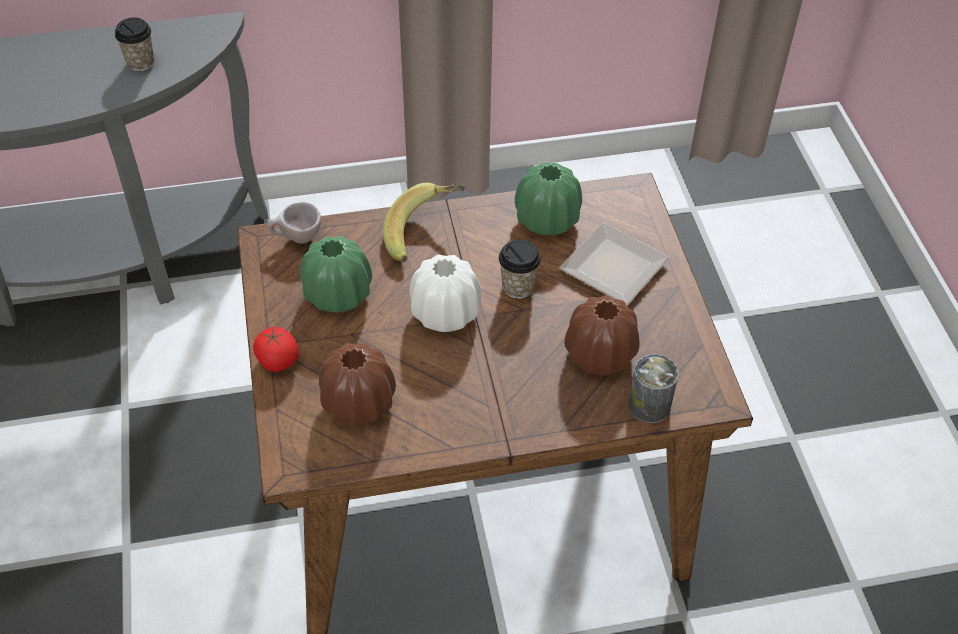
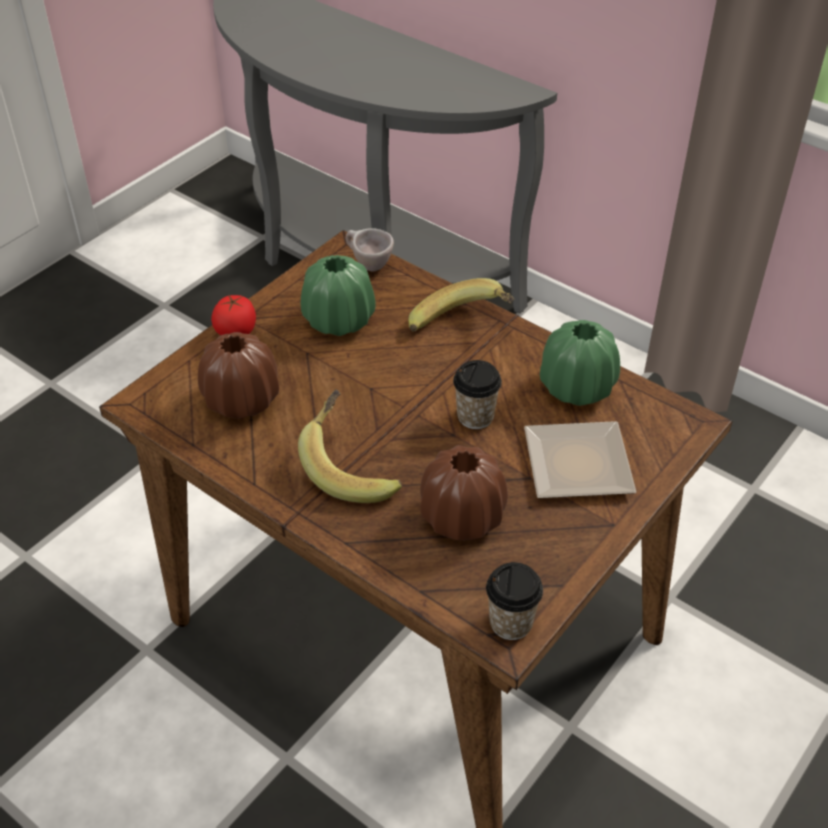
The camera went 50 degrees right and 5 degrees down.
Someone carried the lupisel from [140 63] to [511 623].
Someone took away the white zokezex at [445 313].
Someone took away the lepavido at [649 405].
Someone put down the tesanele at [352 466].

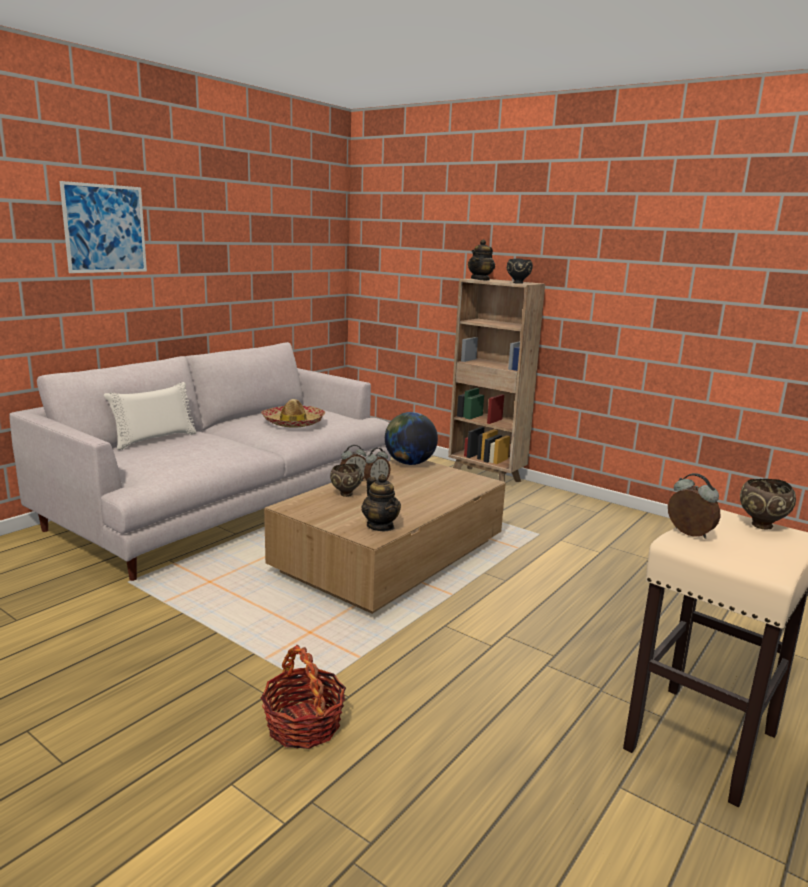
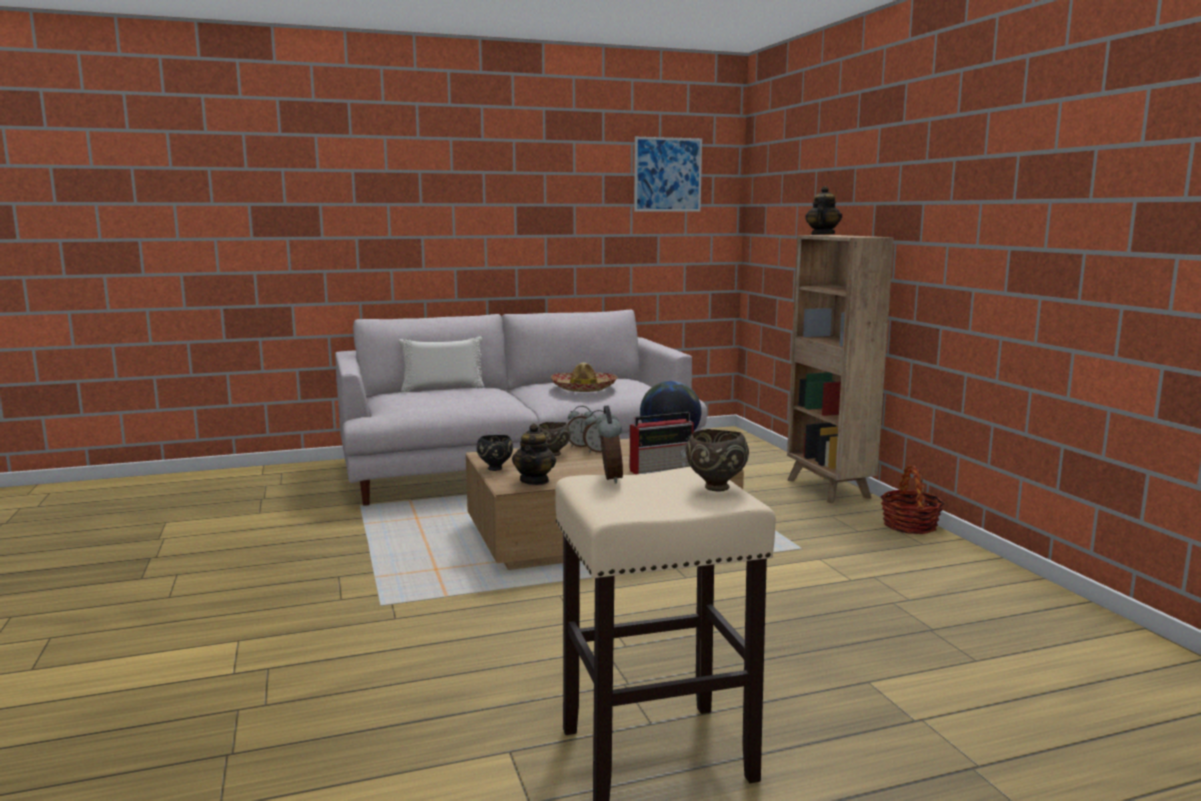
The camera went 35 degrees right and 5 degrees down.
Someone carried the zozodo from [105 229] to [667 174].
Someone rotated the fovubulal at [480 279] by 135 degrees clockwise.
Someone carried the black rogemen from [518 283] to [495 468].
Someone carried the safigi from [303 725] to [909 525].
Someone put down the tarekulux at [662 469].

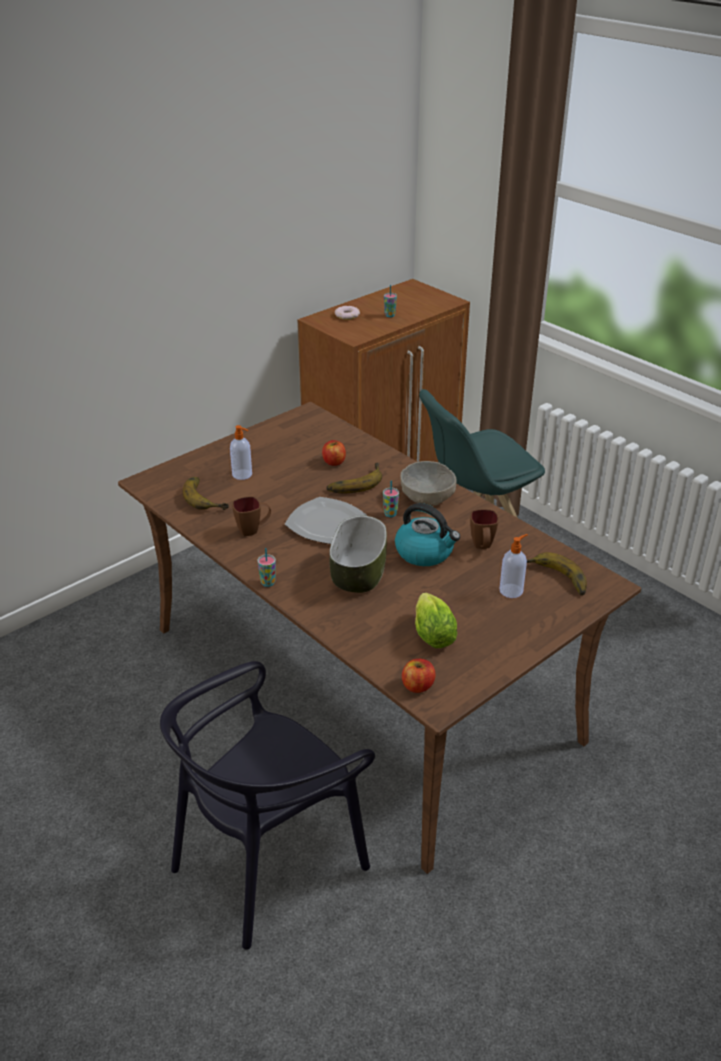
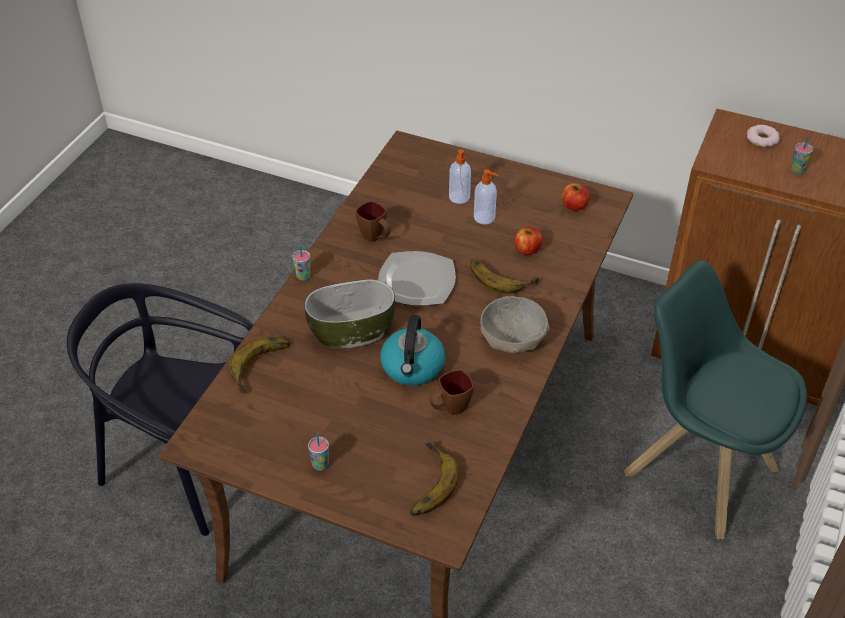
The camera went 65 degrees right and 10 degrees up.
Someone carried the tesanele from [207 496] to [263 367].
Someone carried the lupisel from [390 514] to [320 465].
Someone carried the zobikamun from [511 590] to [485 218].
Someone took away the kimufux at [432 633].
Someone carried the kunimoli from [417 686] to [574 206].

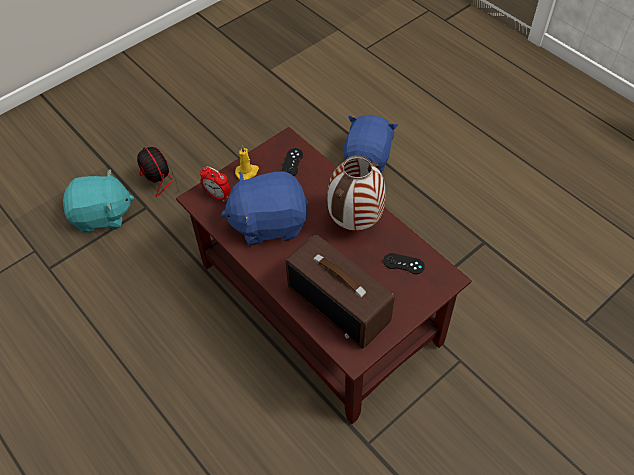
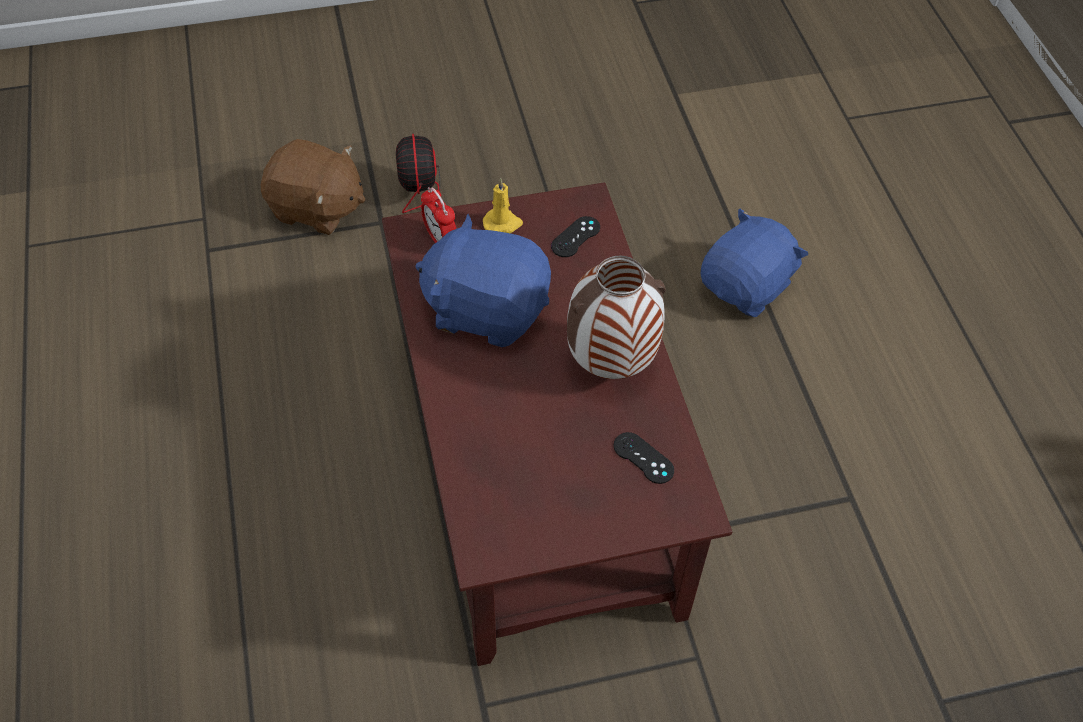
The camera went 25 degrees right and 0 degrees up.
Someone repainted the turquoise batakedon at [102 215], which became the brown batakedon at [316 209].
Someone took away the tarekulux at [340 304].

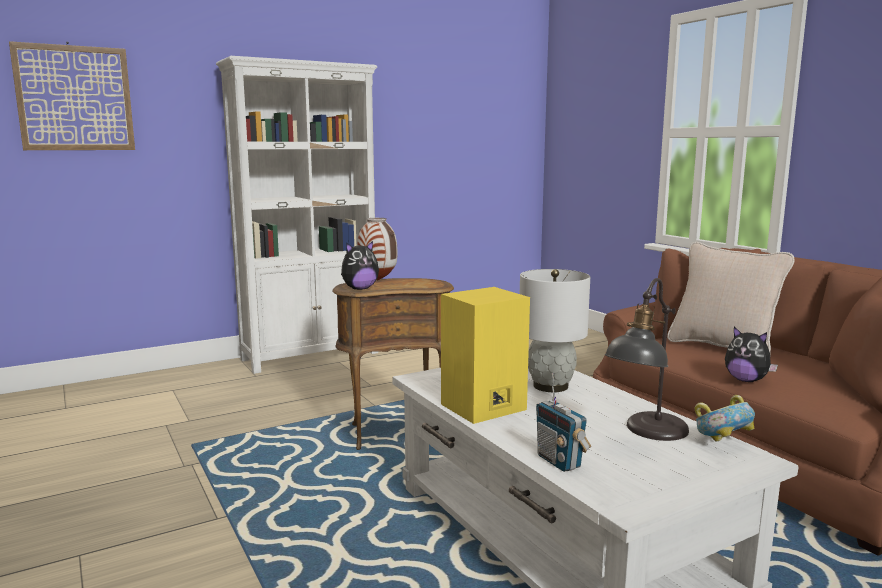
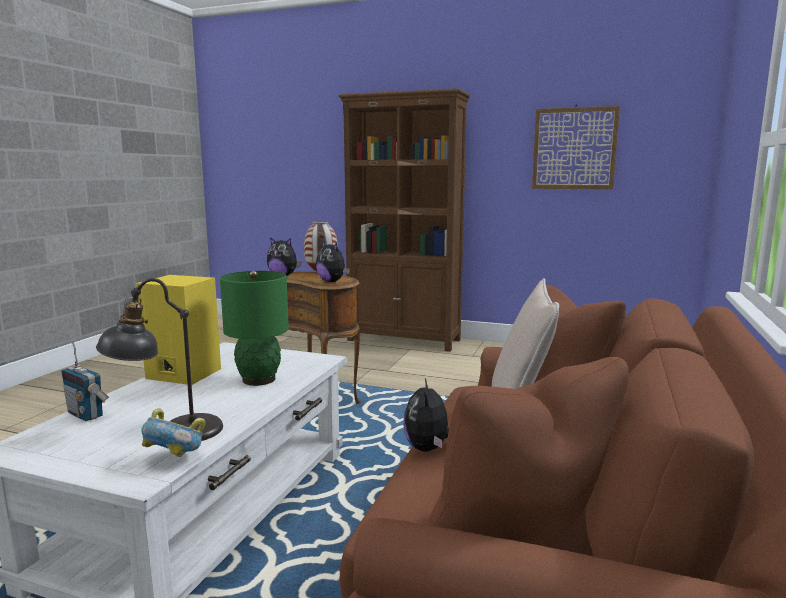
The camera went 50 degrees right and 0 degrees up.
Someone carried the zozodo from [74 96] to [574 147].
Someone repainted the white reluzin at [311 356], which became the brown reluzin at [404 340].
Someone repainted the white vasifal at [550 386], which became the green vasifal at [258 379].
Someone rotated the tarekulux at [559 461] by 75 degrees counterclockwise.
Someone put down the batakedon at [332 281].

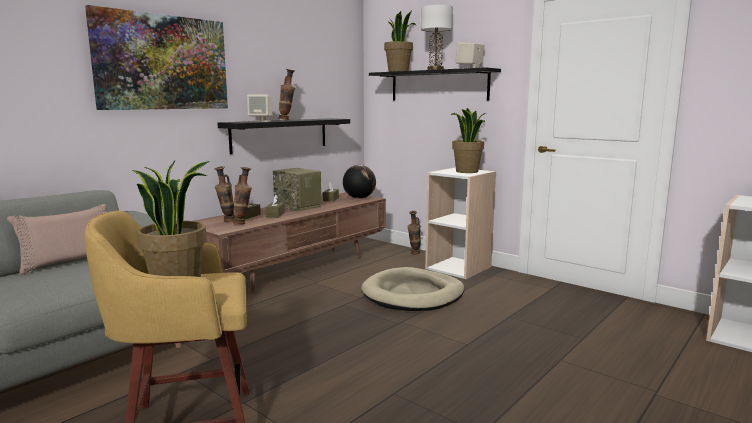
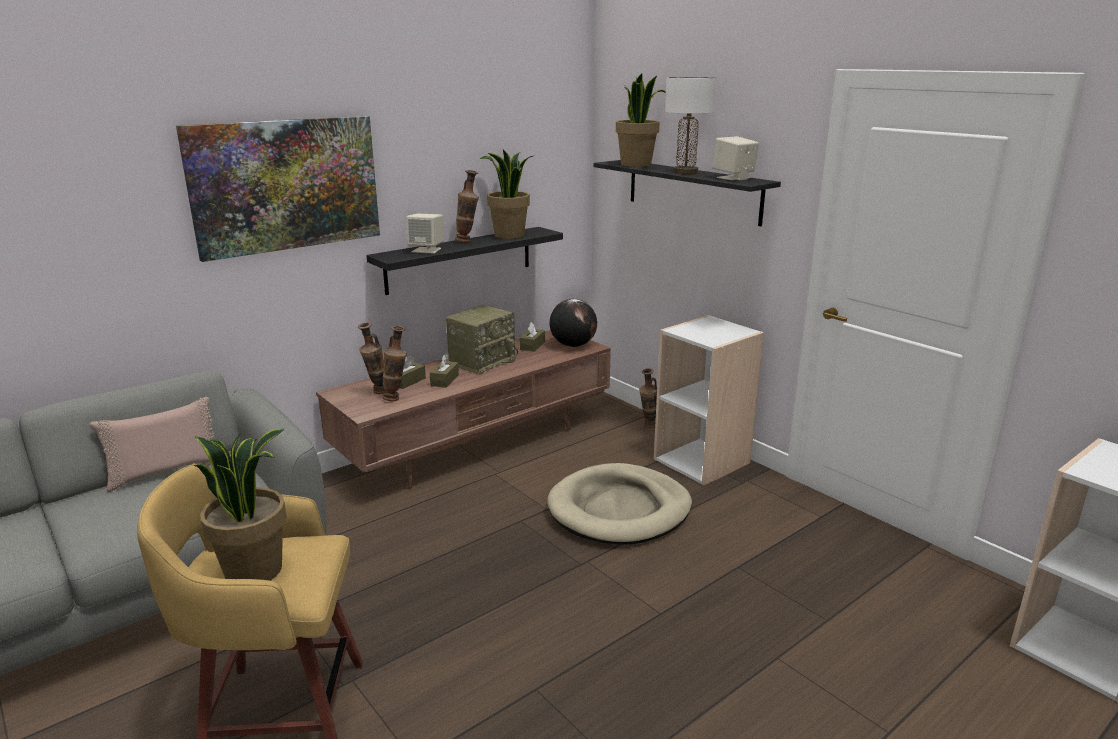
The camera went 10 degrees right and 10 degrees up.
Someone carried the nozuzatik from [467 171] to [509 235].
Someone rotated the tarekulux at [298 206] by 105 degrees counterclockwise.

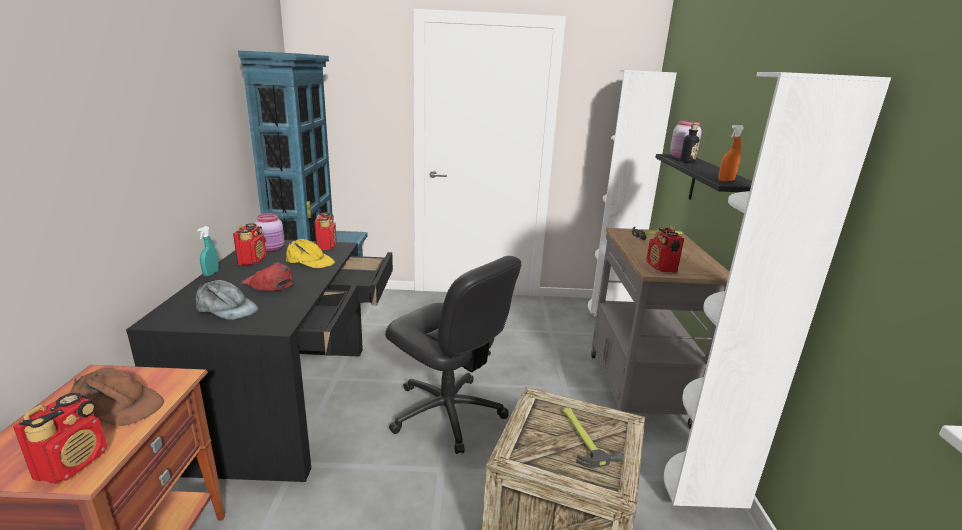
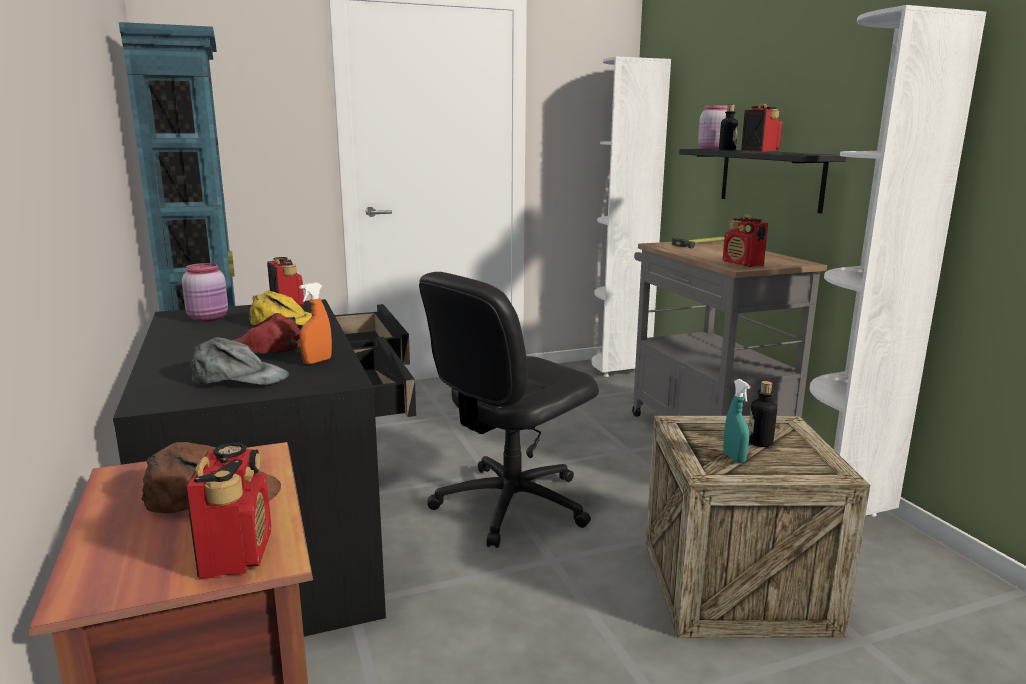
The camera went 20 degrees left and 5 degrees down.
Someone carried the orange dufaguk from [726 180] to [317 361].
Someone carried the tarekulux from [252 260] to [759 151].
Someone carried the turquoise dufaguk from [211 273] to [734 458].
Someone rotated the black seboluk at [447 413] by 120 degrees clockwise.
Someone swapped the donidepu at [582 437] for the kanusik at [760 442].

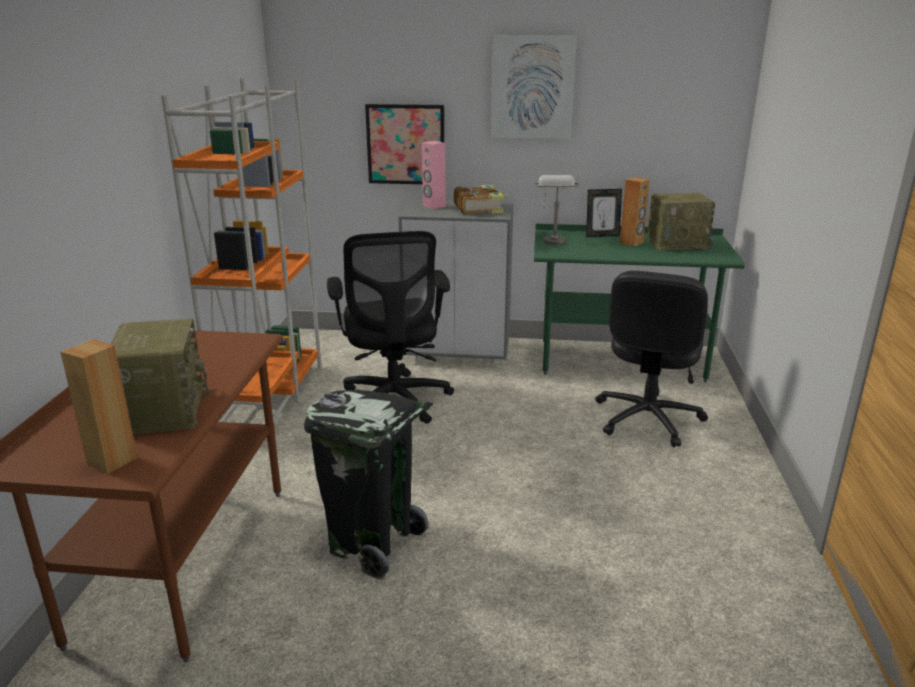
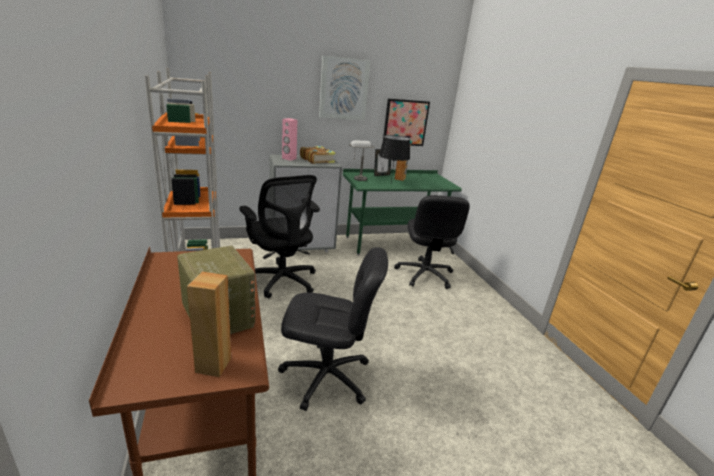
The camera went 25 degrees left and 0 degrees up.
Someone carried the zozodo from [406 144] to [405 122].
Someone took away the tarekulux at [677 244].
Someone swapped the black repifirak at [372 543] for the black seboluk at [326 377].
Someone put down the black vasifal at [390 184].

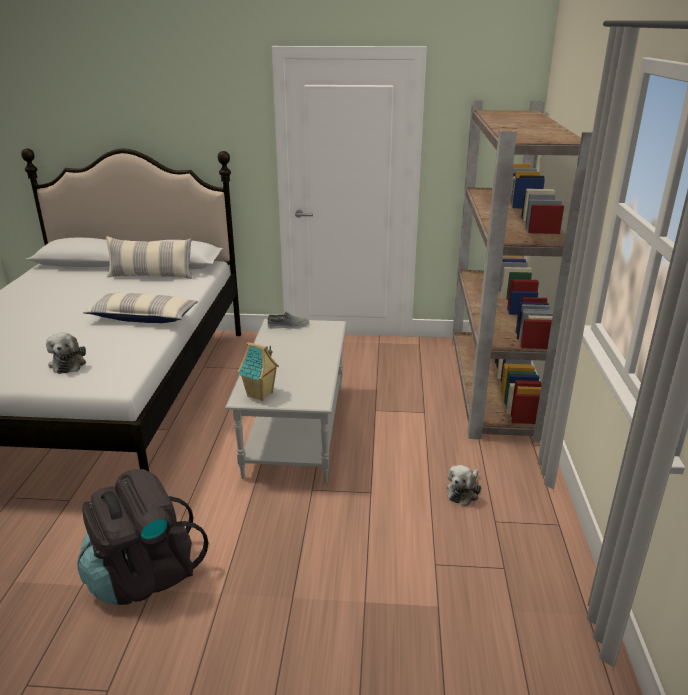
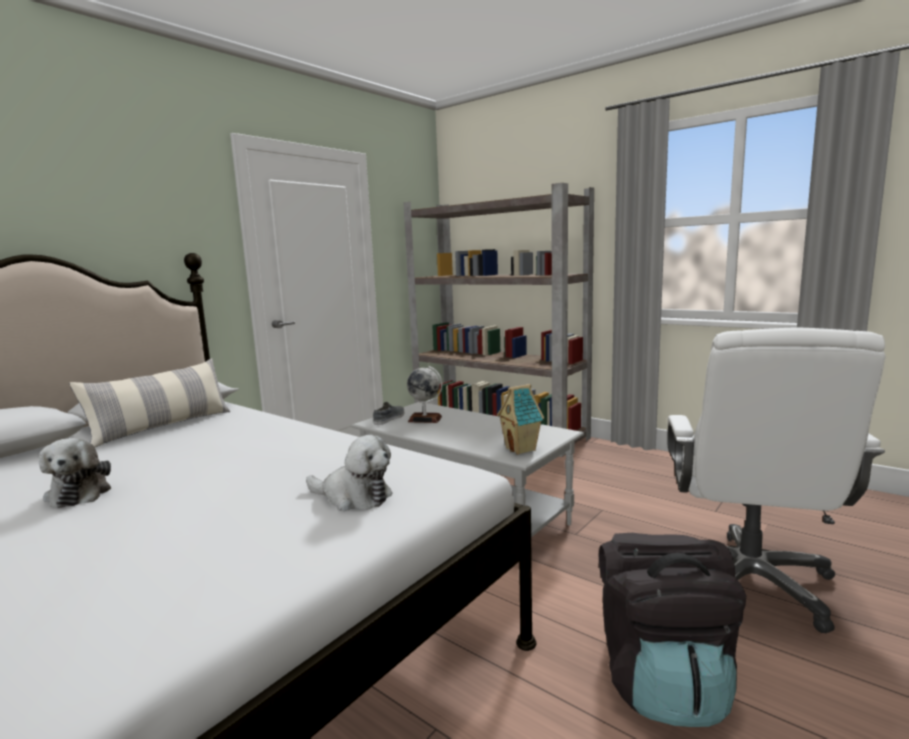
The camera went 55 degrees left and 15 degrees down.
Someone took away the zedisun at [143 317].
Someone carried the batakedon from [463 491] to [80 493].
Someone put down the white seboluk at [749 582].
Someone put down the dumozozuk at [425 419].

